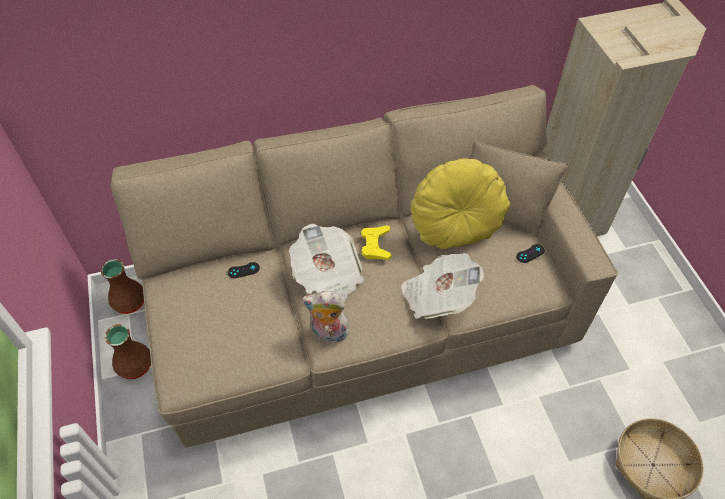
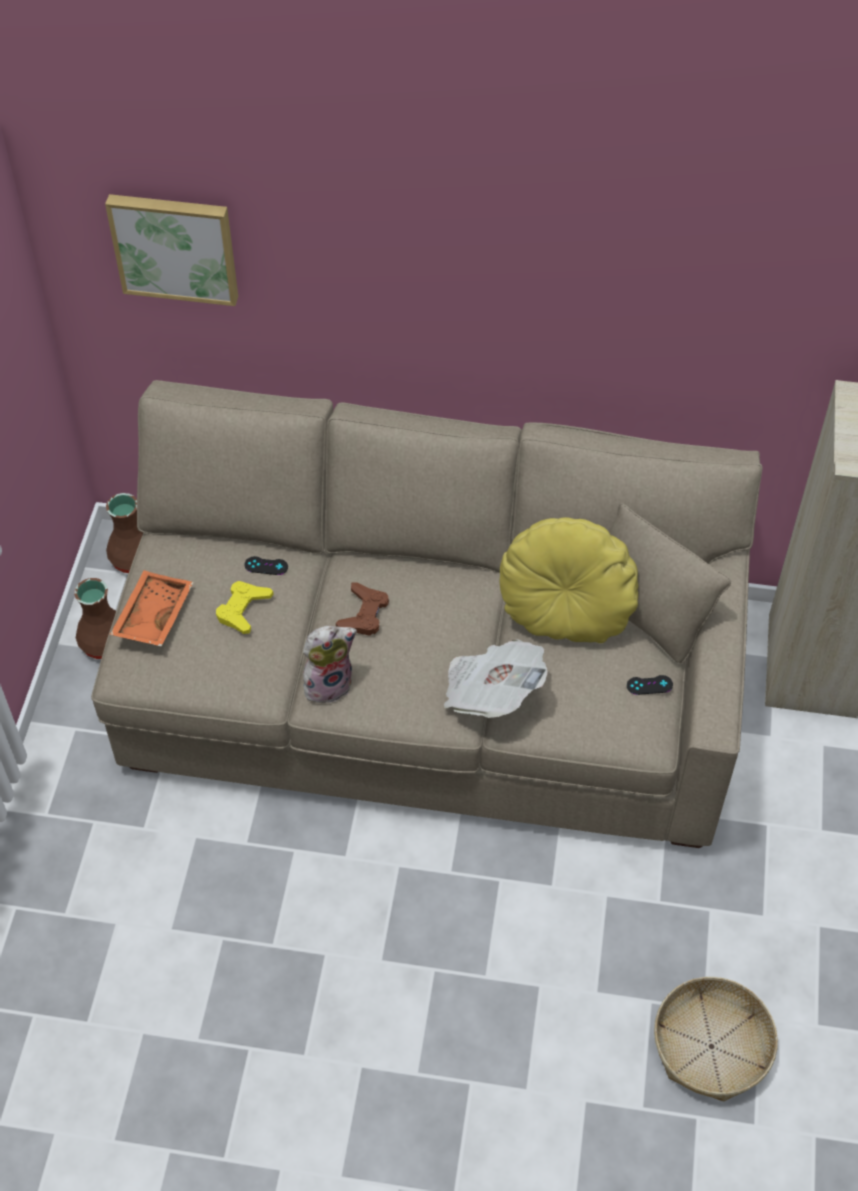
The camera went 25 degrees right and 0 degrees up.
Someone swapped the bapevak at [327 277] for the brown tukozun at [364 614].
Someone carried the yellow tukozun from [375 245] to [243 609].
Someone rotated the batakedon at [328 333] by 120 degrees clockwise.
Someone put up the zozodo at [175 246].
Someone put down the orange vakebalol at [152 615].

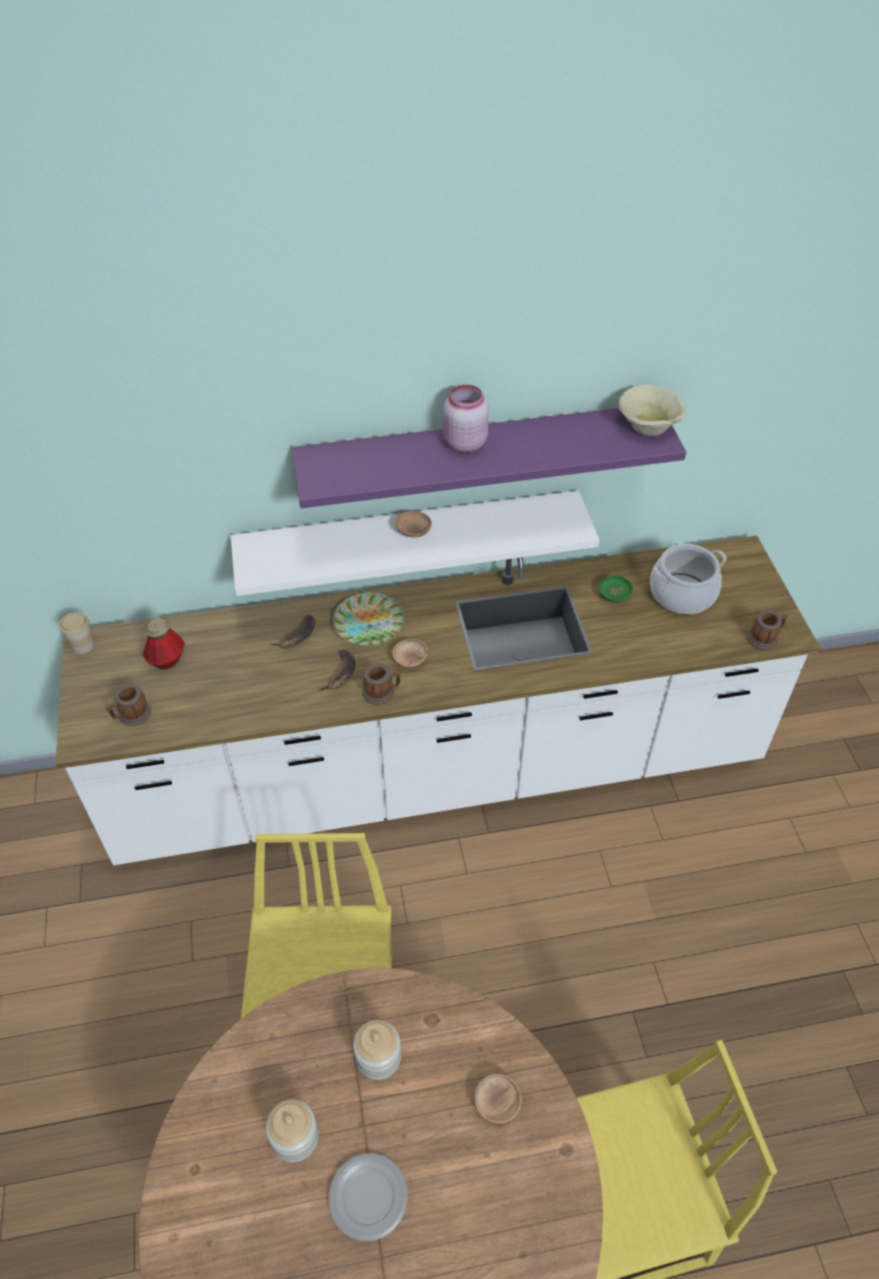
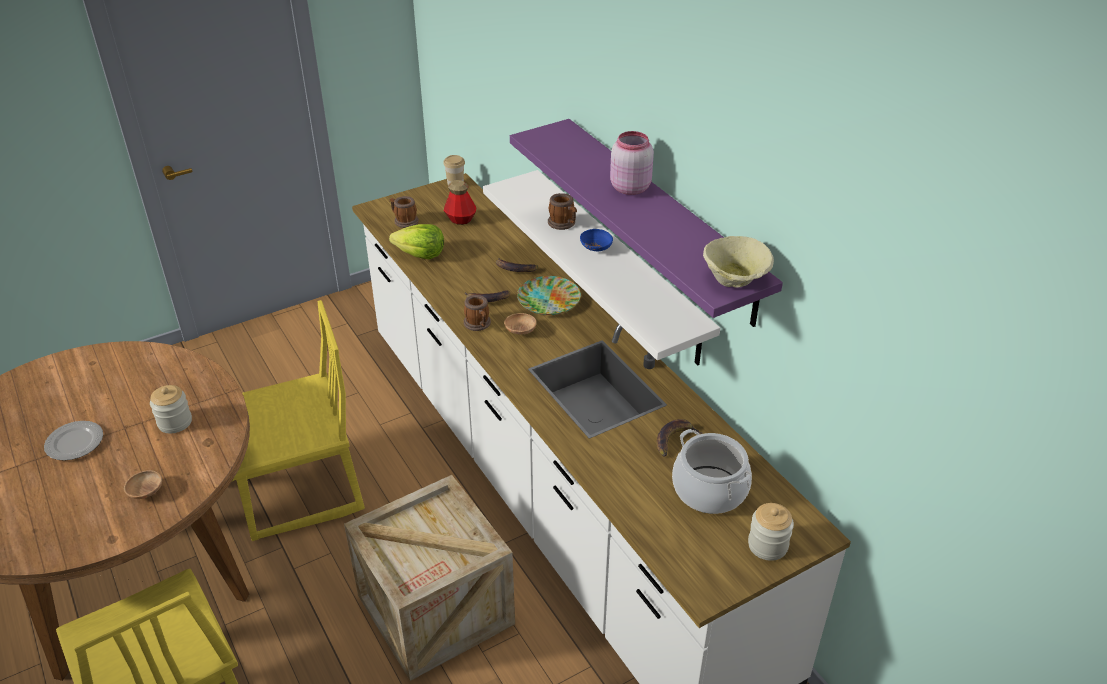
The camera went 70 degrees right and 10 degrees down.
Someone repainted the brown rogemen at [413 532], which became the blue rogemen at [596 247].
Someone swapped the green rogemen at [614 596] for the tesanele at [674 439].
Someone carried the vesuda from [765 637] to [563 224].
Someone carried the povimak from [295 1137] to [767 545].
Someone put down the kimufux at [420 254].
Someone put down the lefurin at [435 609].

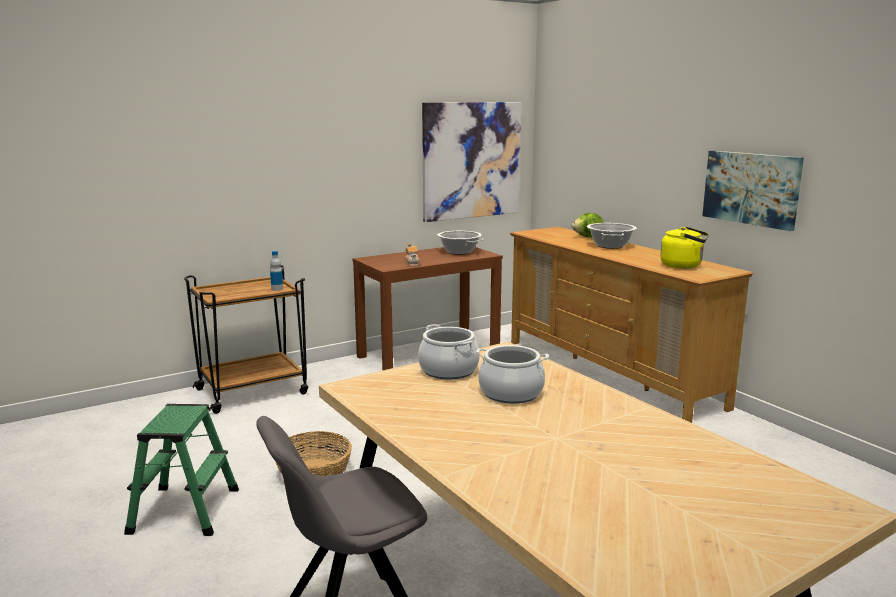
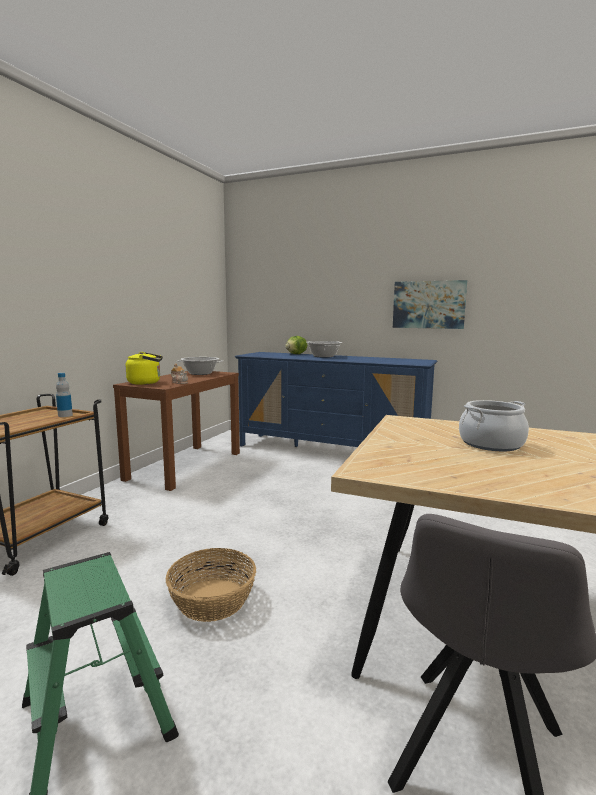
The camera went 35 degrees left and 5 degrees down.
Someone took away the zozodo at [471 160].
Someone repainted the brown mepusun at [608 373], which became the blue mepusun at [330 451].
Someone carried the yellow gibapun from [683 266] to [146 383].
Someone took away the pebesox at [448 370].

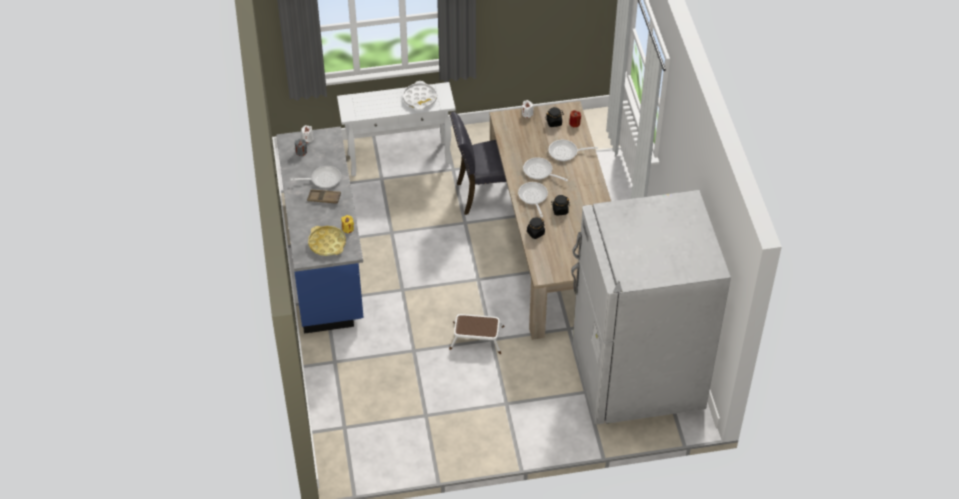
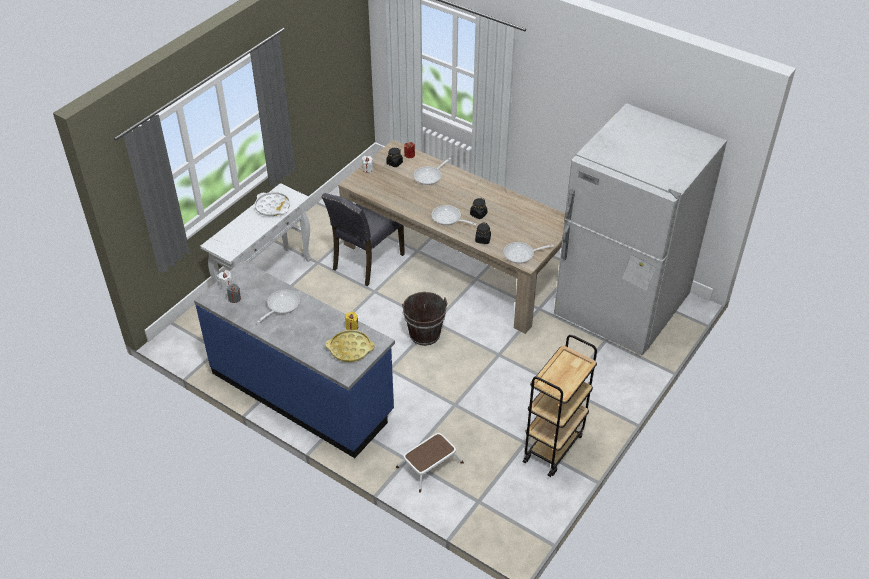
The camera went 45 degrees left and 5 degrees down.
Someone carried the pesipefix from [540 172] to [521 254].
Someone took away the brown vakebalol at [324 198].
Someone carried the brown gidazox from [476 337] to [429 464].
Someone put down the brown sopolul at [424 334].
Someone put down the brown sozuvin at [554 449].

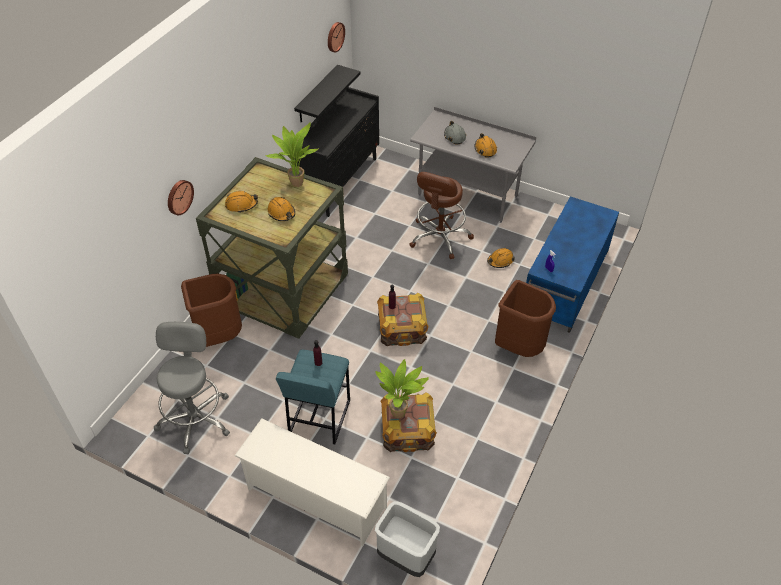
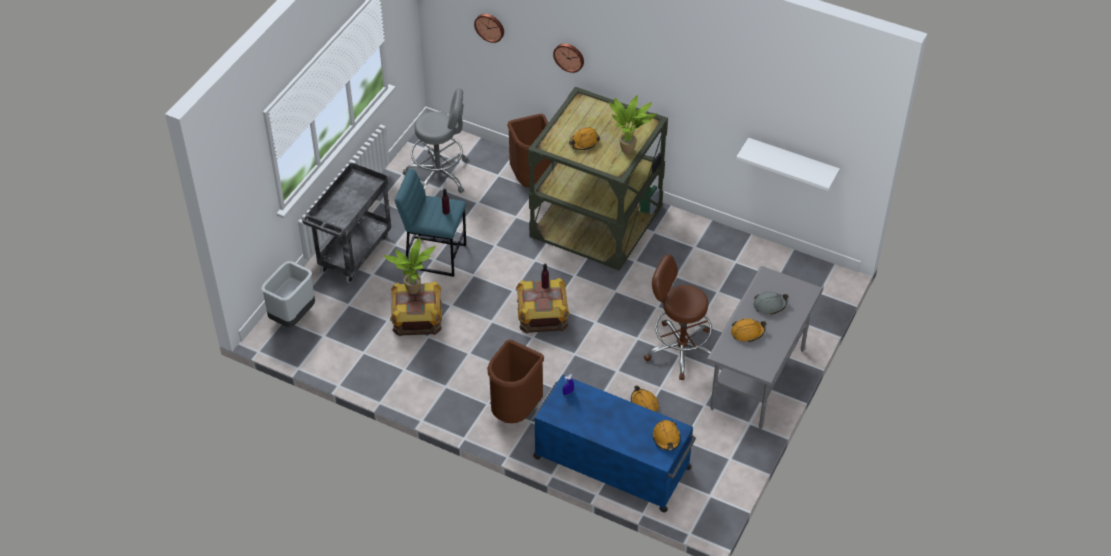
The camera went 90 degrees right and 0 degrees up.
Someone carried the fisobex from [334 36] to [490 27].
Someone repainted the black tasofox at [317 95], which became the white tasofox at [792 162].
Someone took away the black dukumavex at [340 182].
Someone carried the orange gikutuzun from [241 205] to [666 438].
Someone swapped the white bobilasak at [315 498] for the grey sozuvin at [353 257].

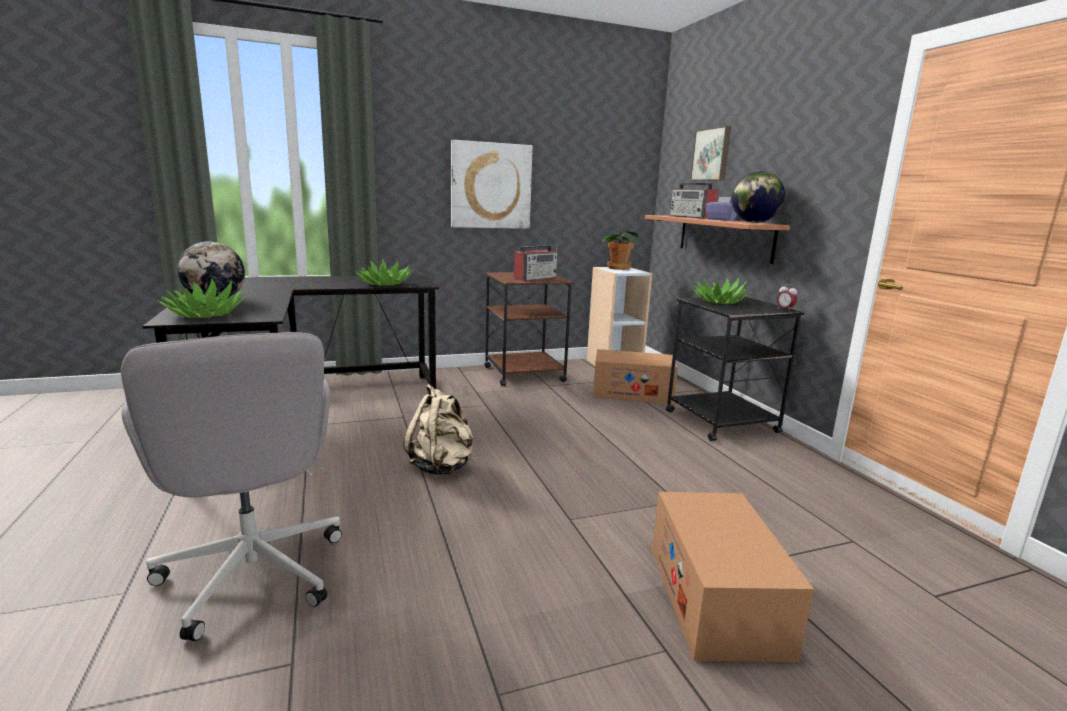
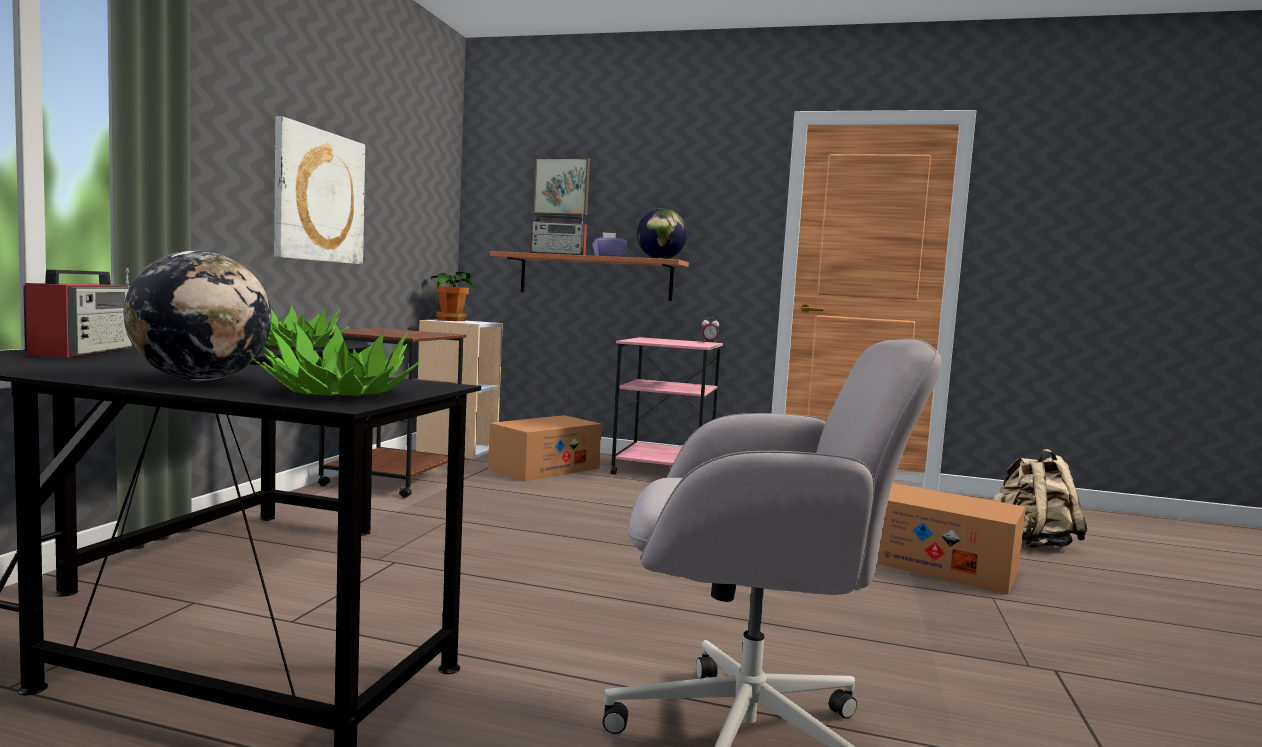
The camera went 55 degrees left and 10 degrees down.
Someone carried the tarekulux from [535 278] to [83 351].
Someone took away the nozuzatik at [719 302].
Someone repainted the black sozuvin at [722 422], which became the pink sozuvin at [665 471].
Someone carried the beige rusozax from [441 466] to [1032 543].

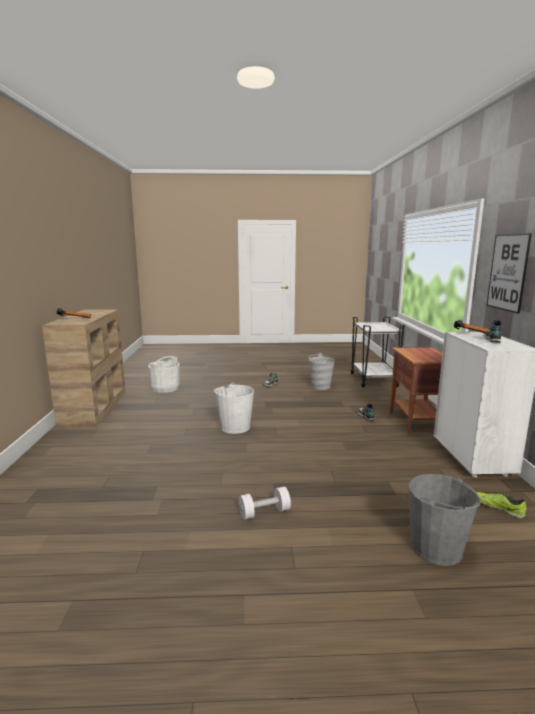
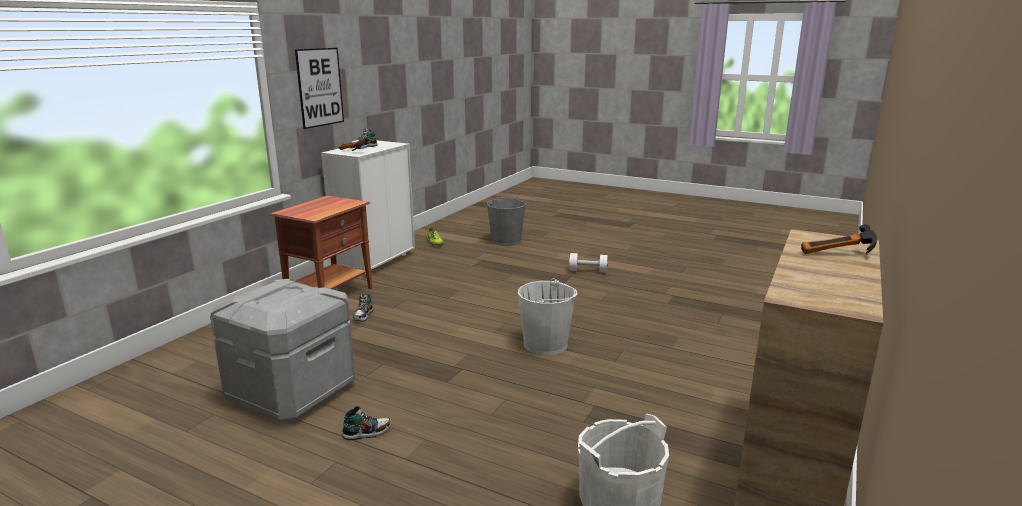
The camera went 150 degrees left and 5 degrees up.
Someone took away the white sozuvin at [373 380].
Someone swapped the grey sopolul at [320 386] for the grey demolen at [292 392].

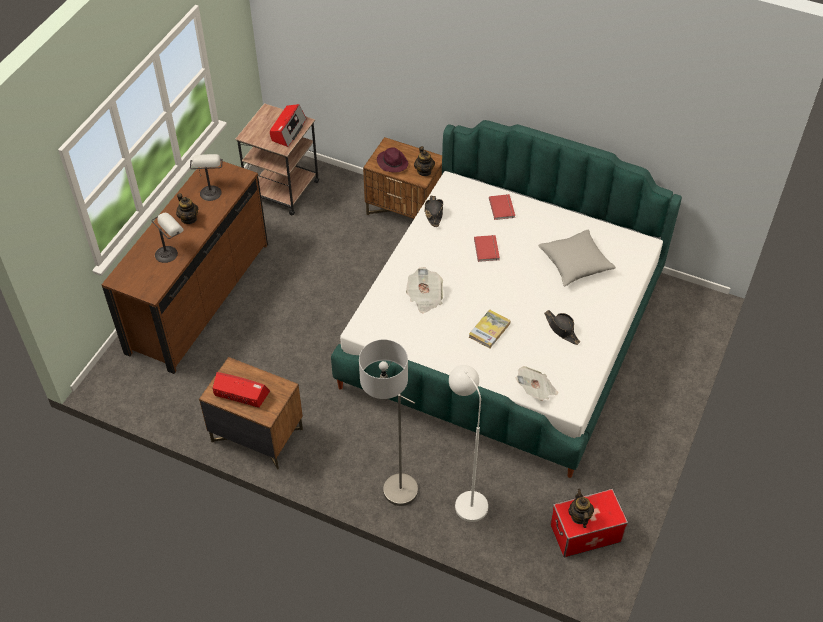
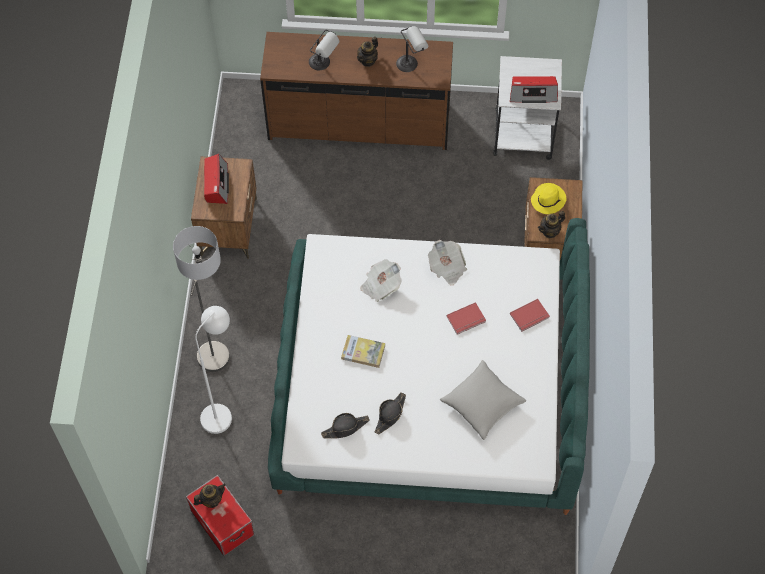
The camera went 70 degrees right and 10 degrees up.
Someone repainted the brown sozuvin at [283 189], which became the white sozuvin at [524 134].
Someone repainted the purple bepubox at [392 163], which became the yellow bepubox at [548 199].
Someone carried the black bepubox from [433 213] to [345 428].
Someone carried the bapevak from [536 390] to [447 268].

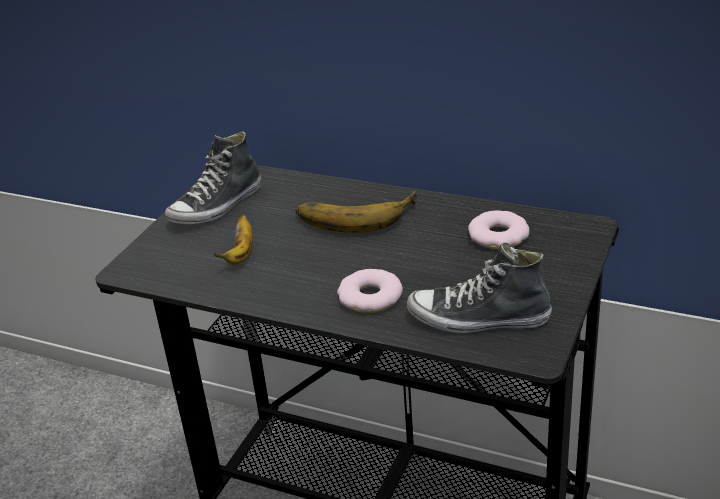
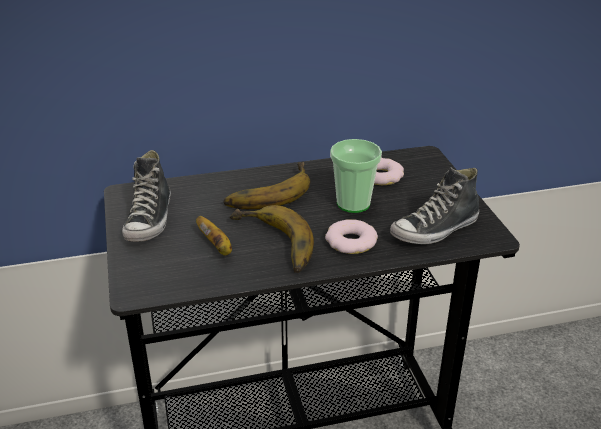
The camera went 40 degrees left and 0 degrees up.
Someone put down the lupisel at [353 204].
Someone put down the tesanele at [271 245].

